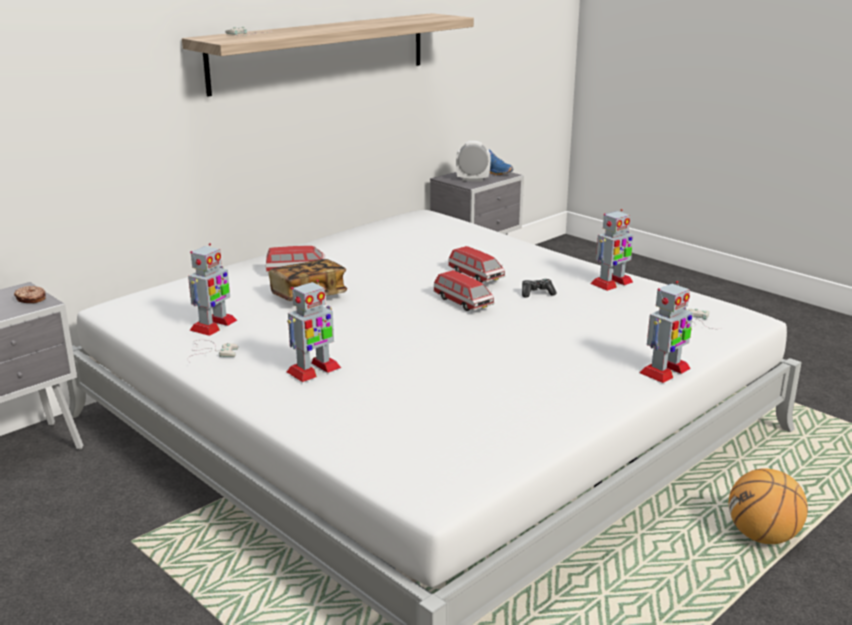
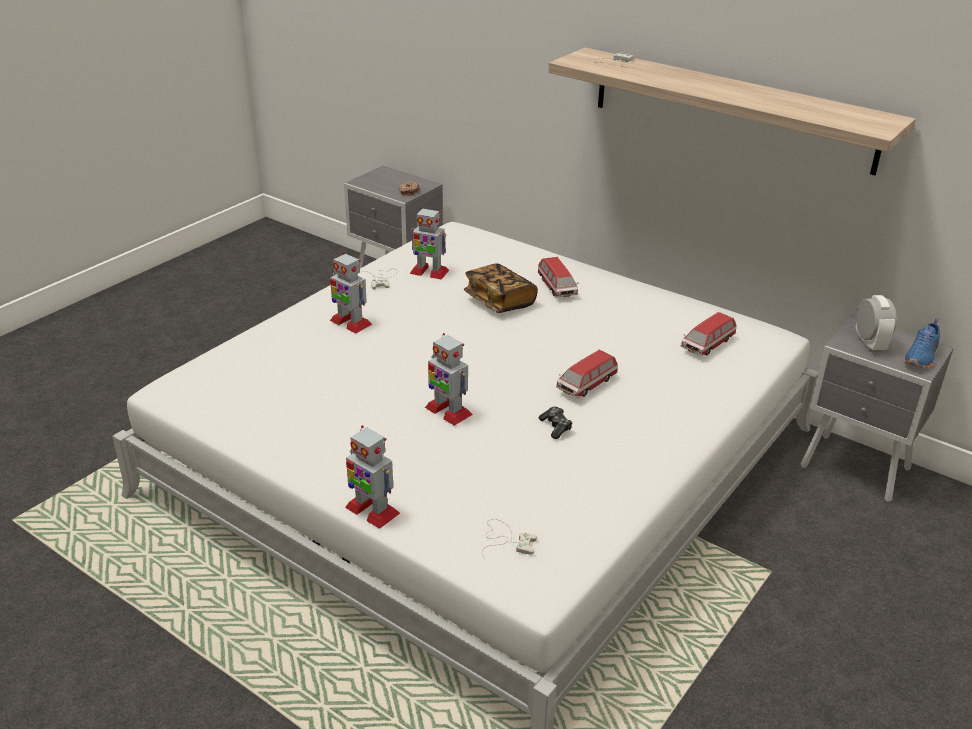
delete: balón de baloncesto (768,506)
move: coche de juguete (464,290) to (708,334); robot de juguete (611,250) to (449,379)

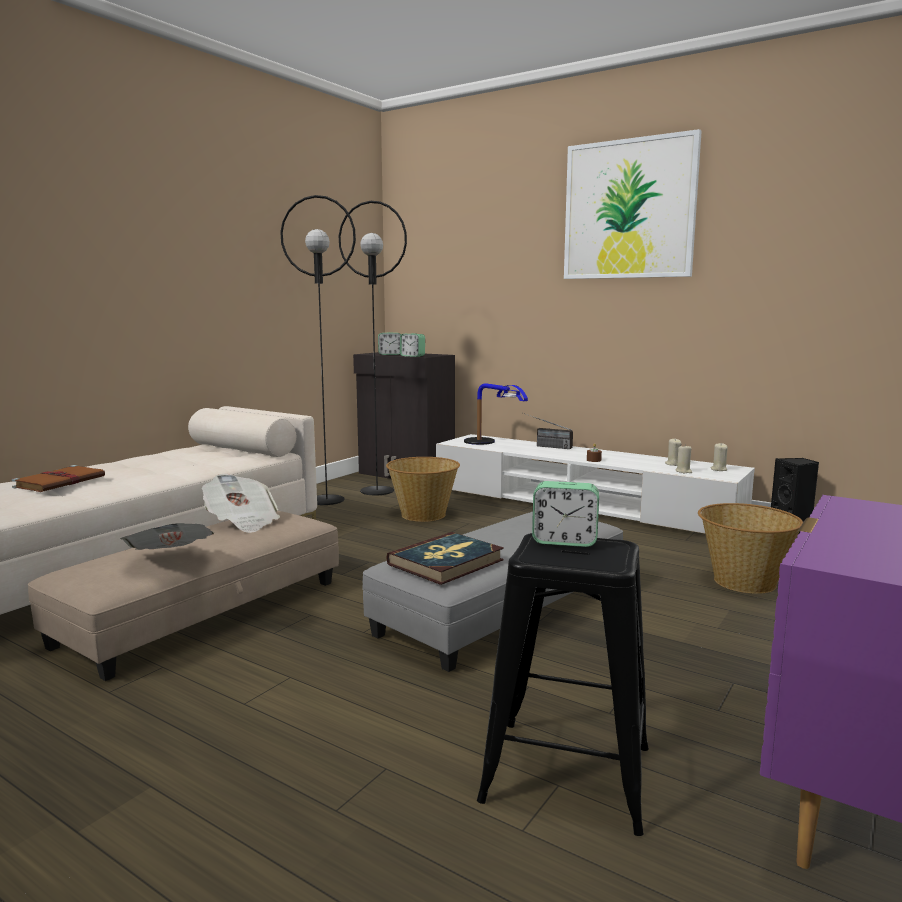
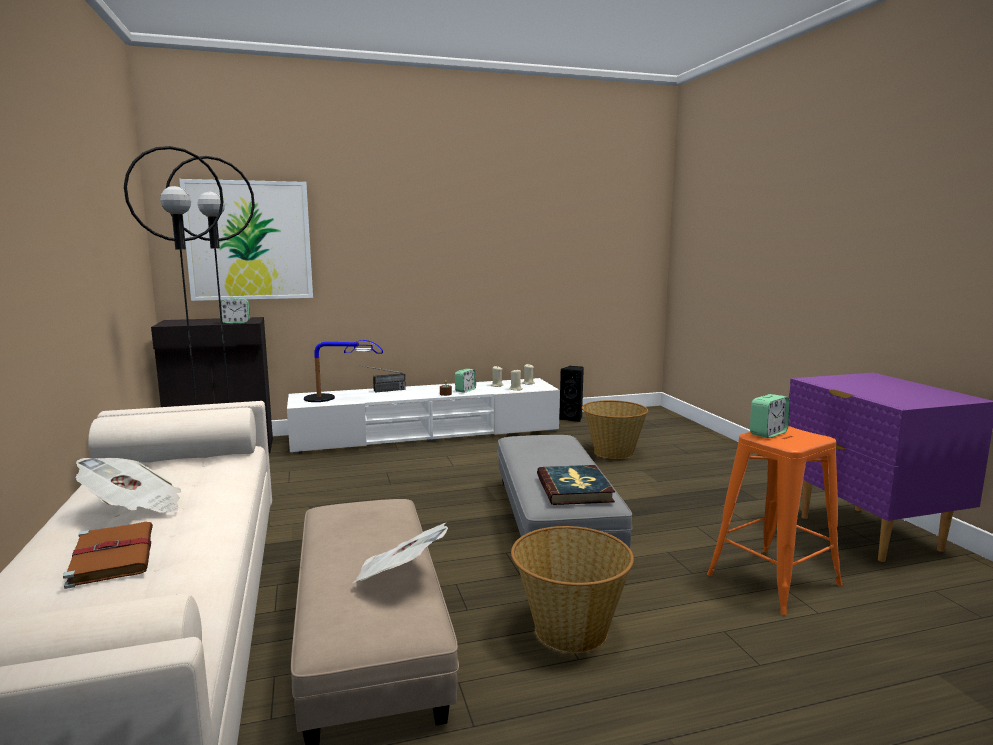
move: periódico (241,503) to (128,486); despertador (389,343) to (465,381); cesta (423,489) to (572,589); cuadro (633,204) to (246,240)
recolor: taburete/negro (563,684) to taburete/naranja (775,520)

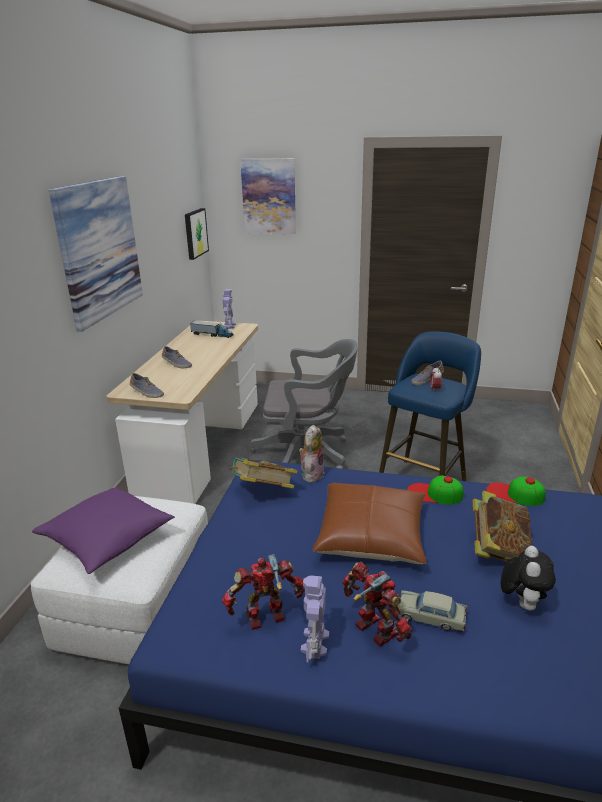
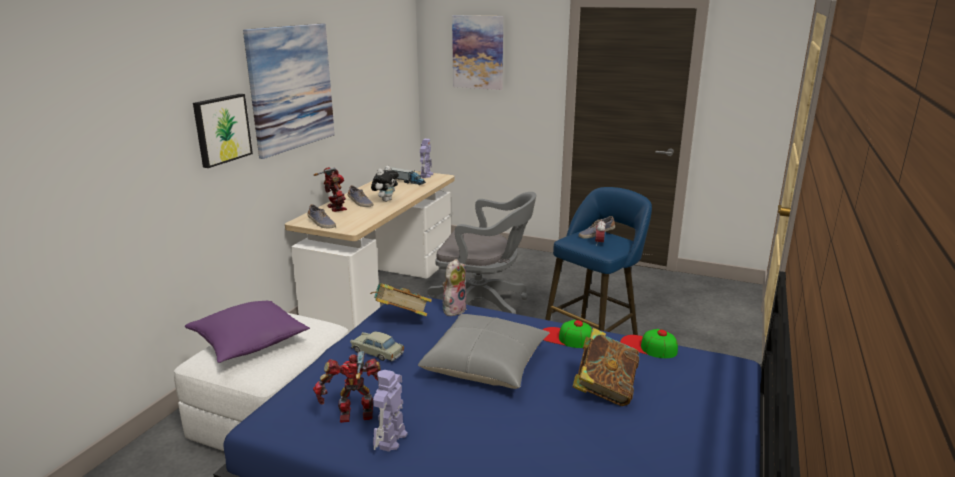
move: cuadro (197,234) to (223,131); robot de juguete (377,603) to (330,189); coche de juguete/beis (433,611) to (377,346); peluche (528,578) to (385,184)
recolor: cojín/marrón (370,523) to cojín/gris (484,351)

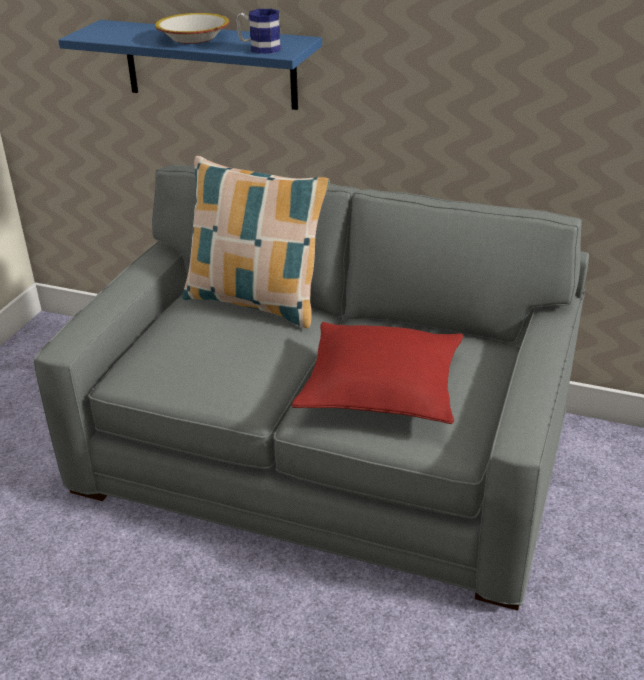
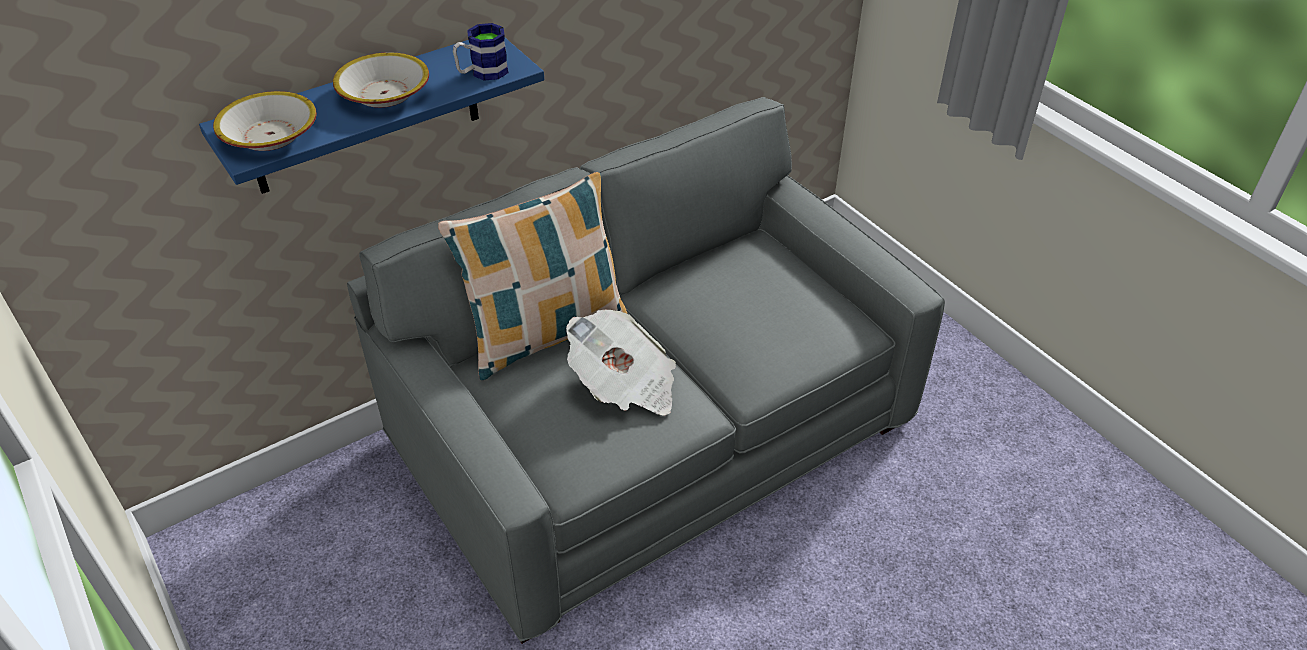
delete: cojín/rojo (377,373)
insert: cuenco (265,121); periódico (621,363)

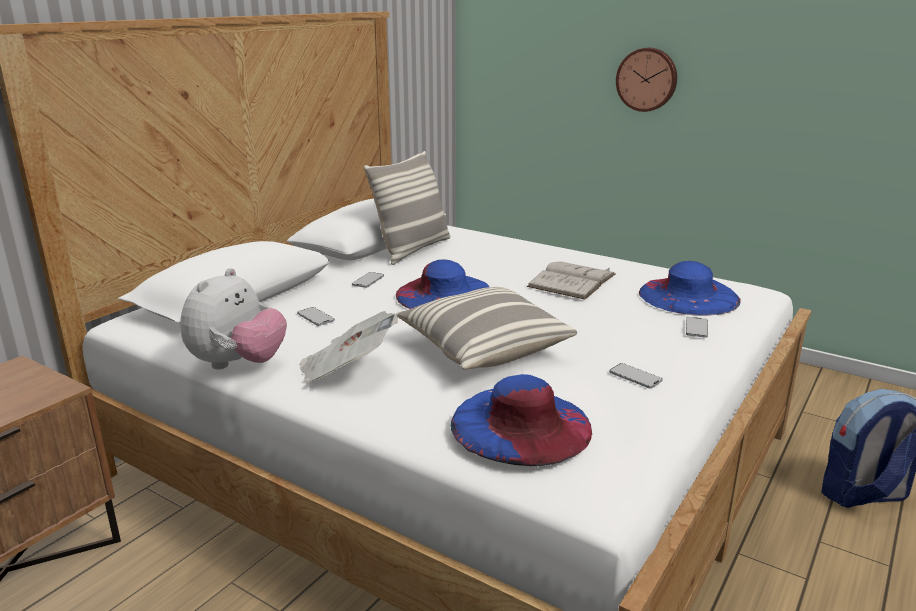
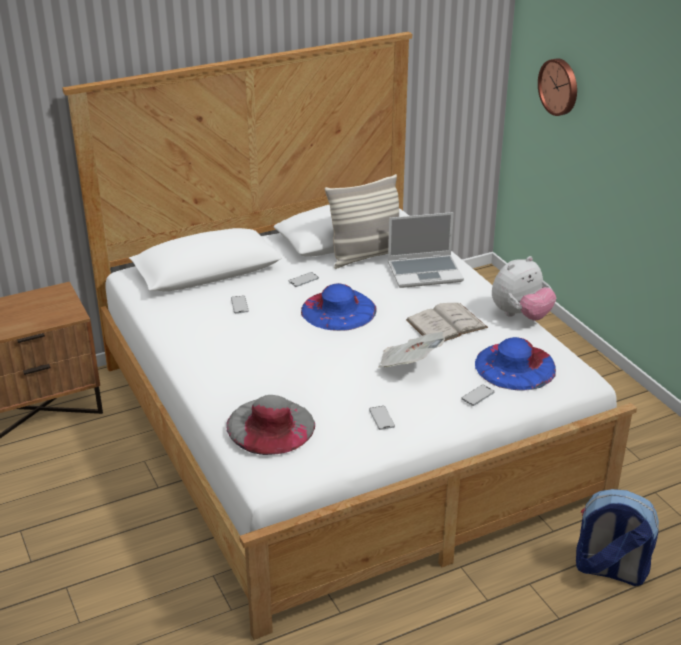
delete: cojín (486,328)
insert: portátil (426,250)
move: peluche (233,319) to (524,288); periódico (348,347) to (411,350); reloj de pared (646,80) to (557,87)
recolor: sombrero/azul (521,420) to sombrero/gris (270,425)

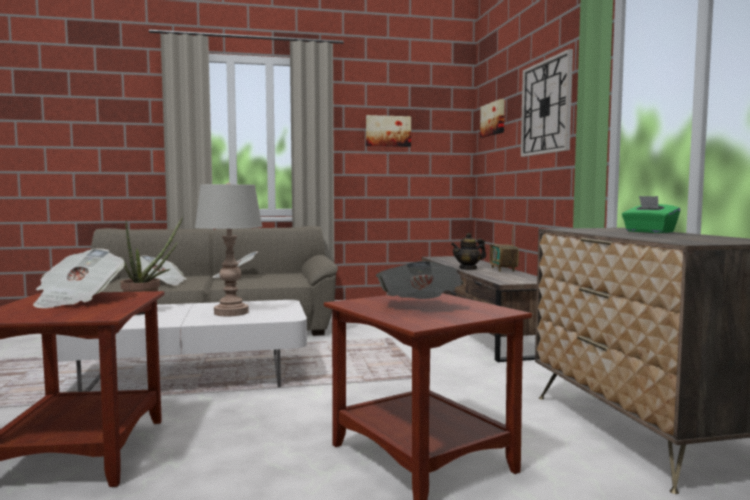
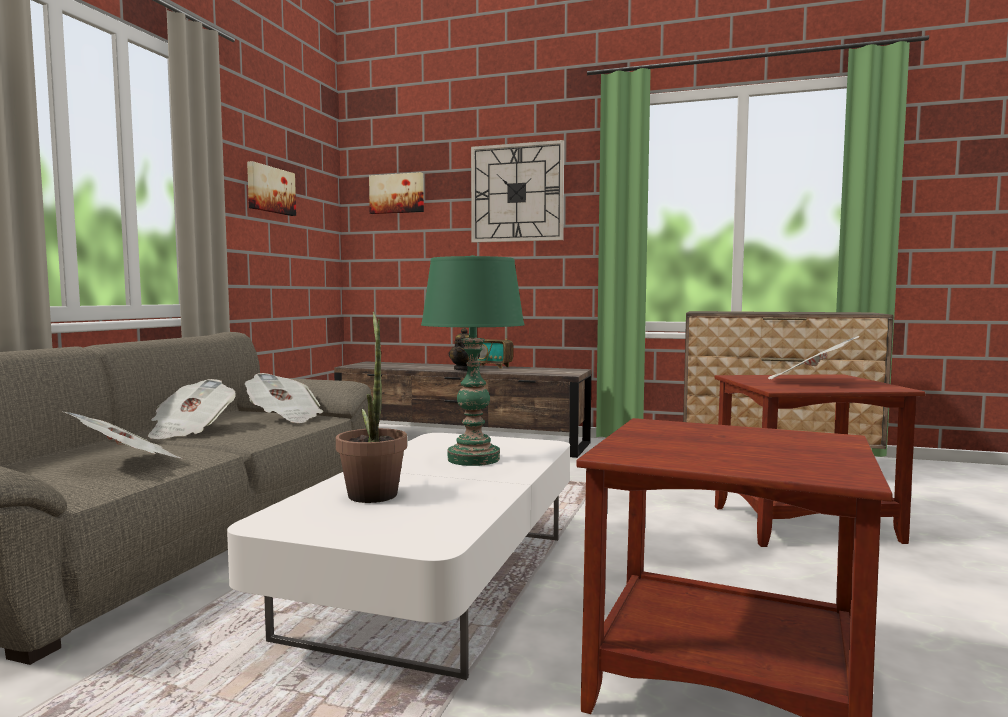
delete: caja de pañuelos/verde (651,214)
move: periódico (79,278) to (284,398)
recolor: lámpara de mesa/gris (229,249) to lámpara de mesa/verde (473,360)

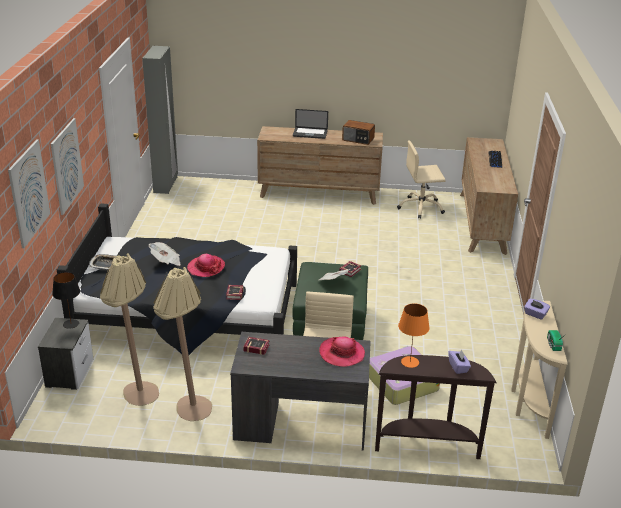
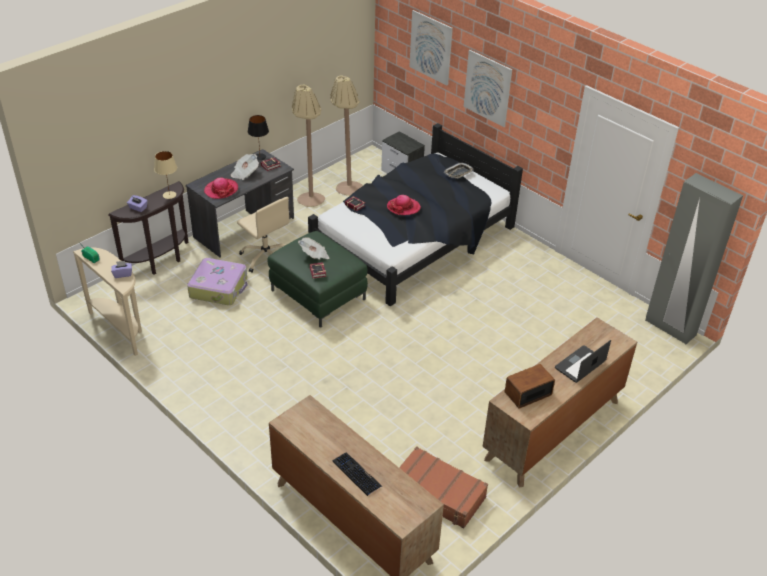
move: lámpara de mesa/negro (66,300) to (258,137); periódico (164,254) to (245,167)
replace: silla de oficina/beis (421,179) to maleta/marrón (443,487)
recolor: lámpara de mesa/naranja (414,335) to lámpara de mesa/beis (165,175)

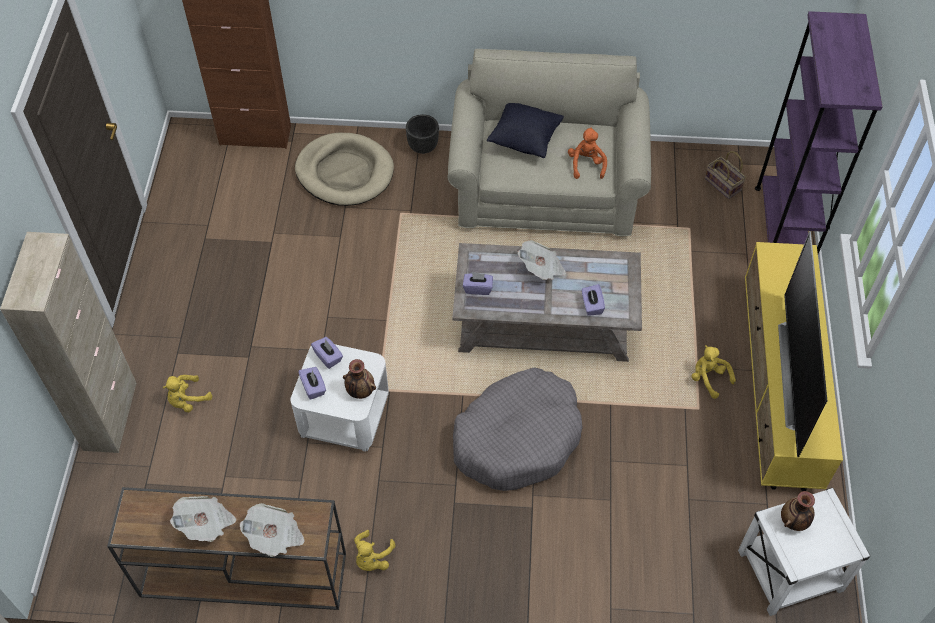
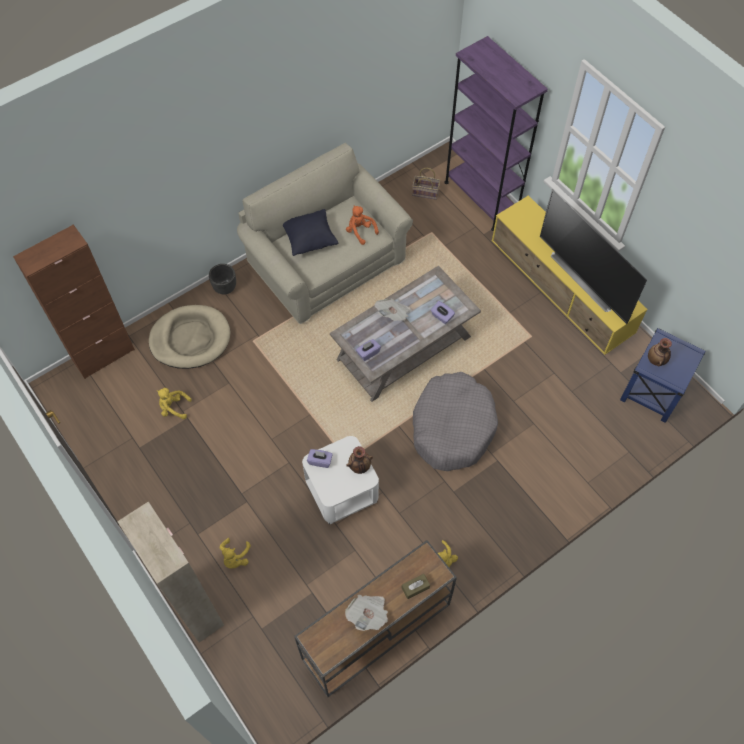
delete: caja de pañuelos/morado (312,383)
move: peluche/amarillo (714,372) to (174,403)
replace: periódico (272,530) to caja de pañuelos/marrón (416,586)
recolor: mesa auxiliar/blanco (804,552) to mesa auxiliar/azul (663,375)

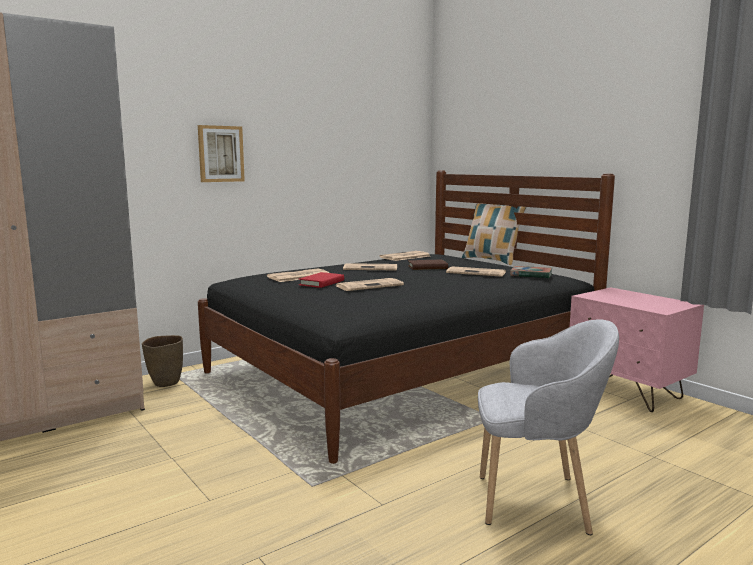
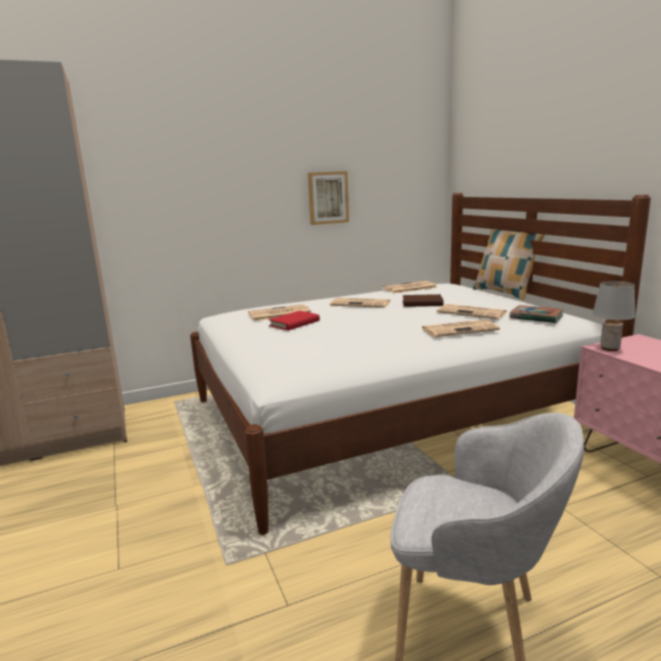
delete: florero/marrón (162,361)
insert: lámpara de mesa/gris (614,316)
move: cuadro (221,153) to (328,198); periódico (370,284) to (460,328)
recolor: cama/negro (406,317) to cama/blanco (420,364)

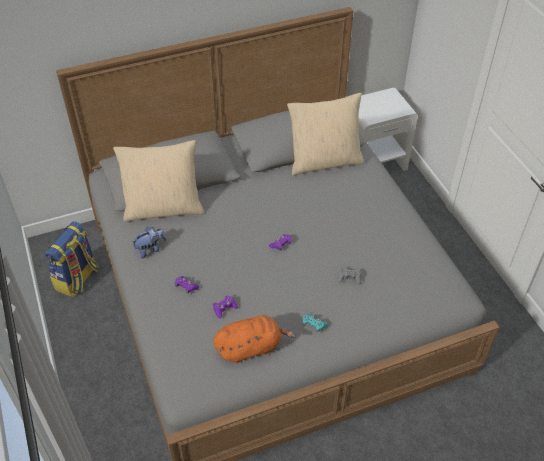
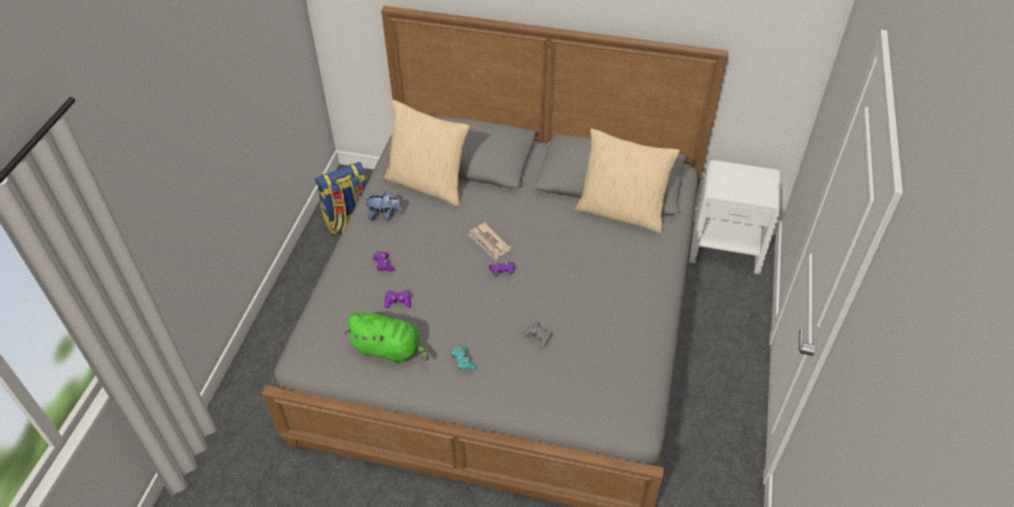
insert: periódico (490,241)
recolor: peluche/naranja (254,339) to peluche/verde (386,338)

